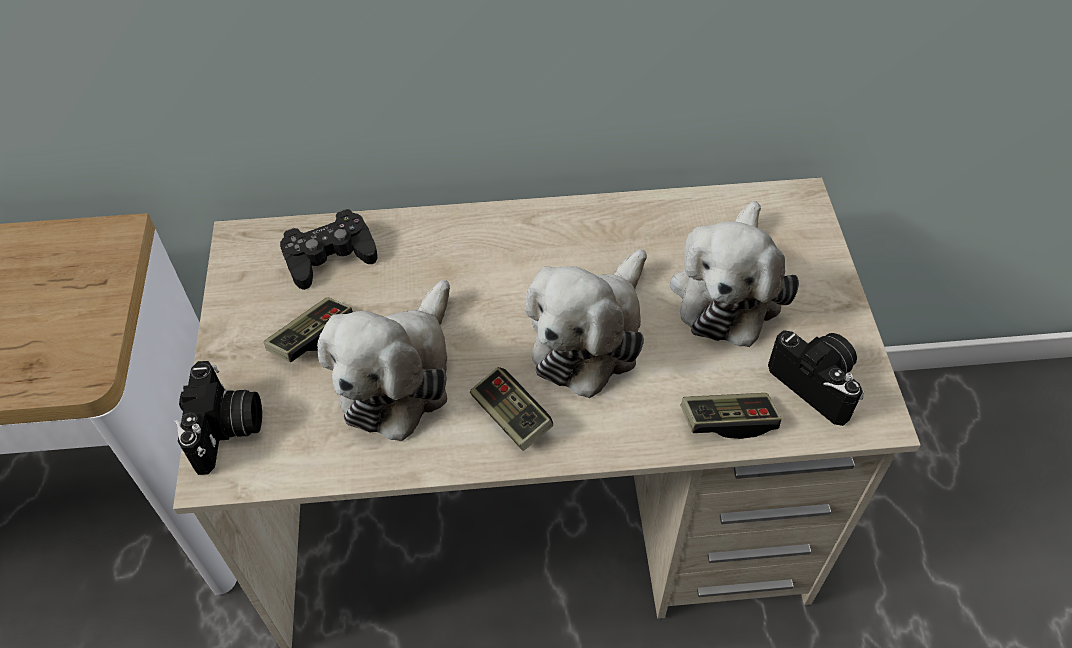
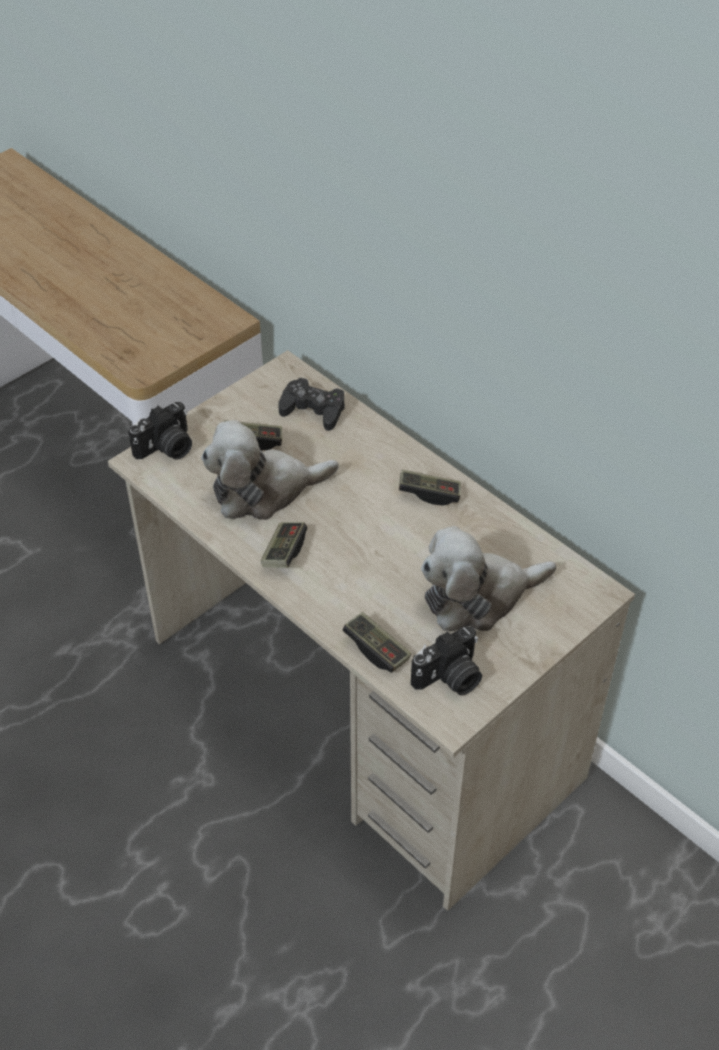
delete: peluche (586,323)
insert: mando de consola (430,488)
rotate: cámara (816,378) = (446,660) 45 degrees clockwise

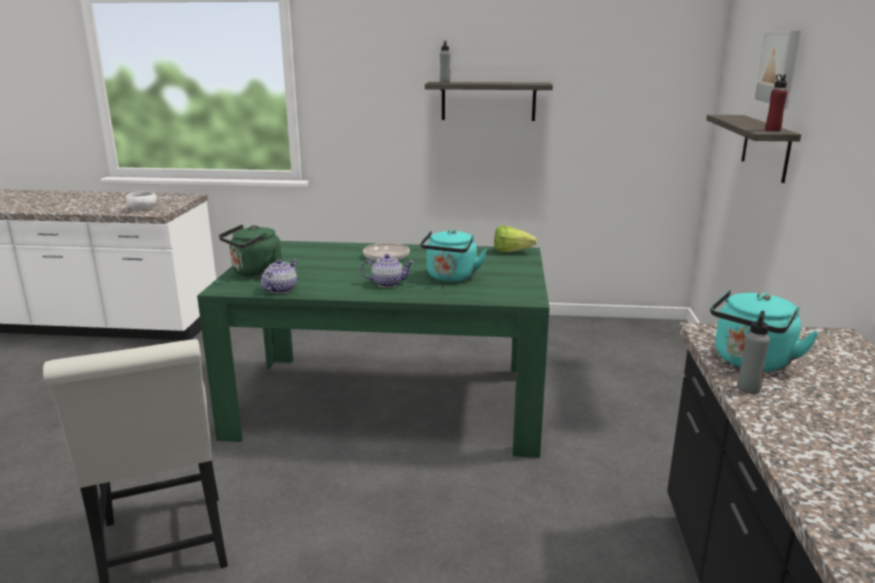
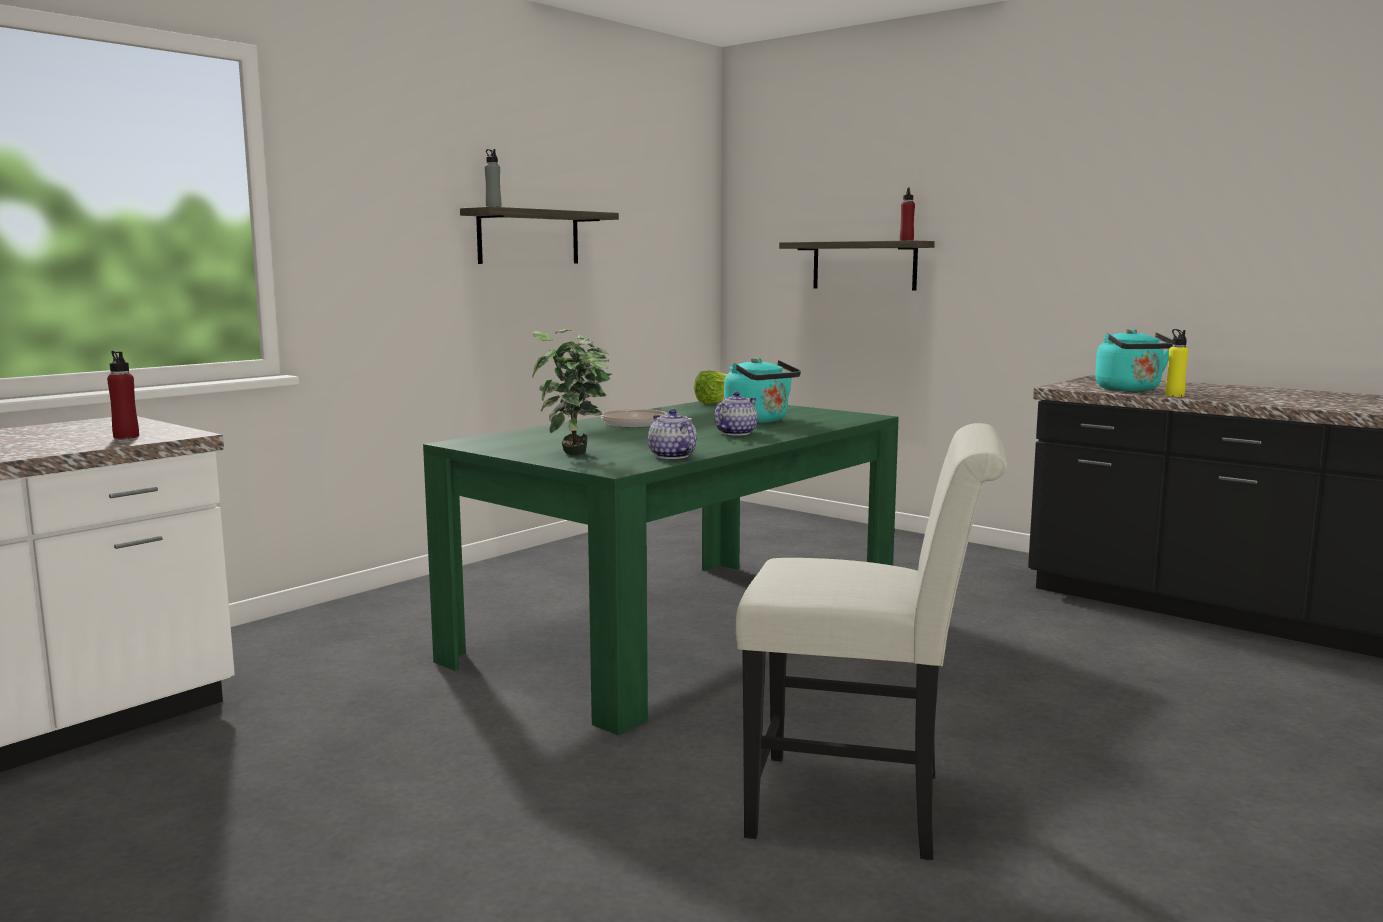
delete: cuadro (777,70)
replace: cuenco/blanco (141,200) to botella/rojo (123,394); hervidor/verde (250,250) to planta en maceta (571,392)
recolor: botella/gris (753,352) to botella/amarillo (1177,363)

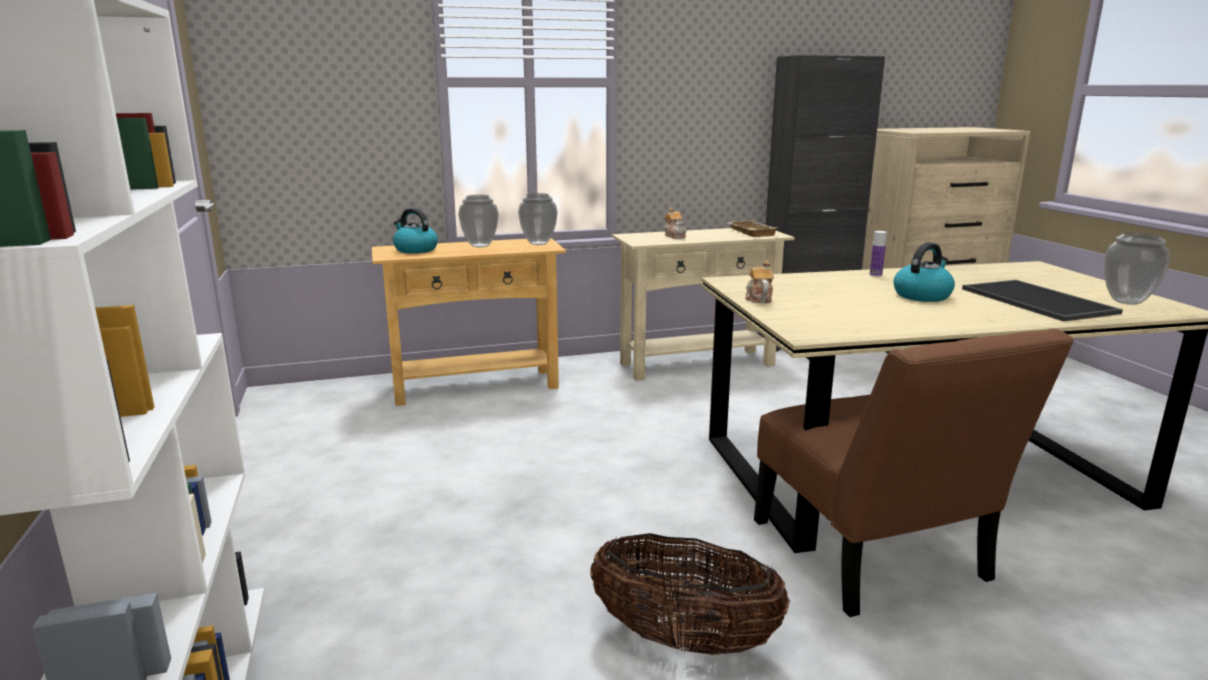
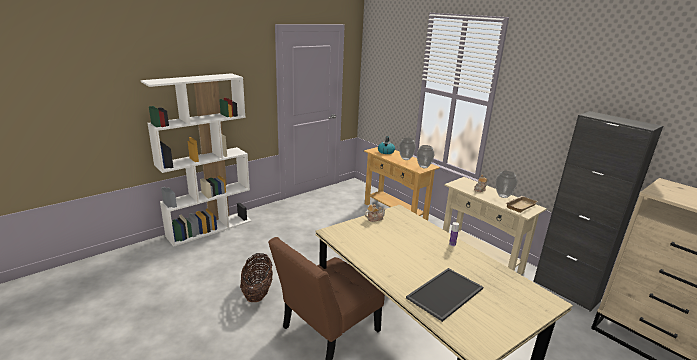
delete: hervidor (924,272)
move: florero (1137,268) to (506,184)

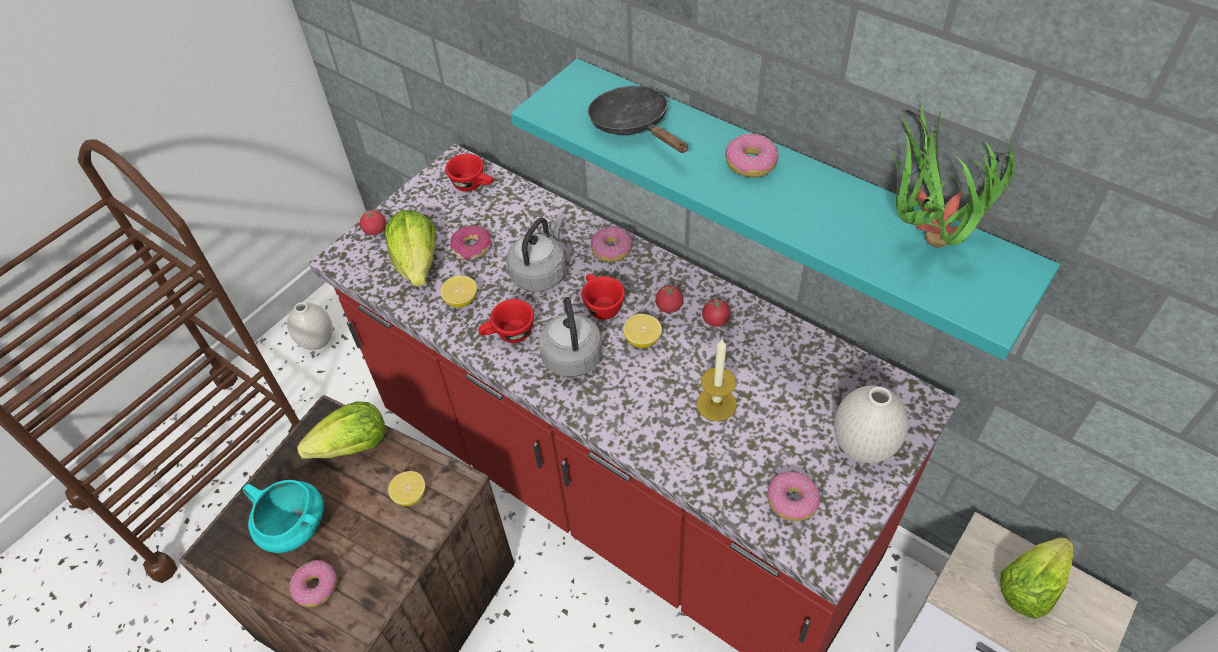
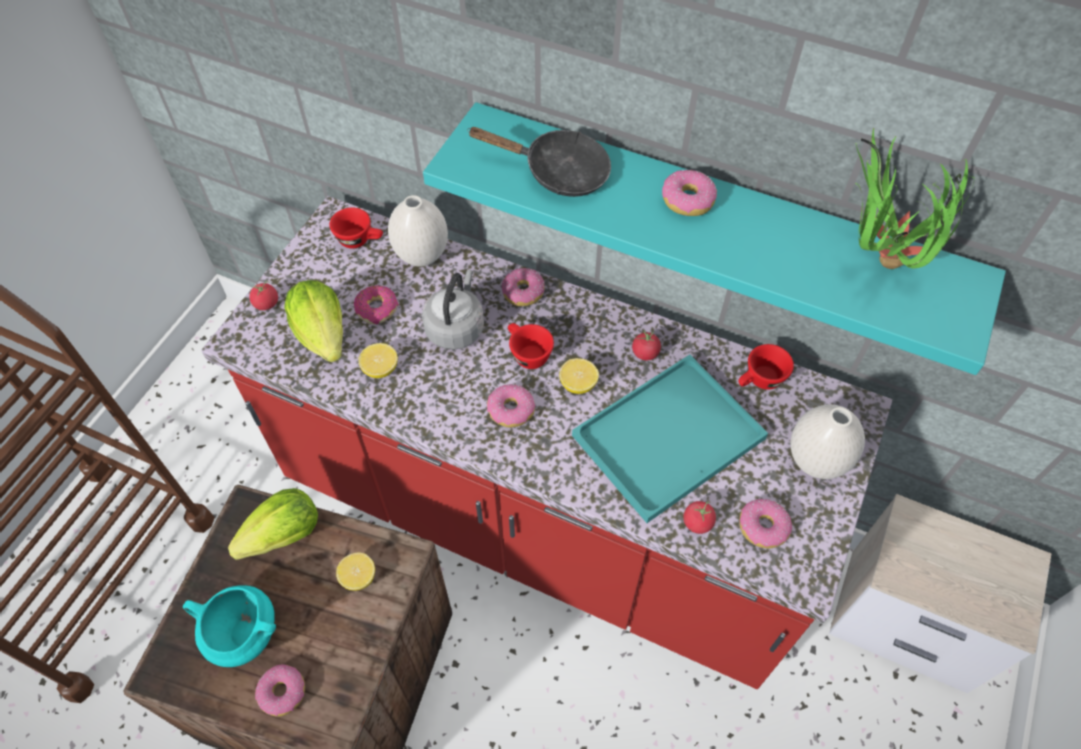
delete: lechuga (1037,578)
move: florero/blanco (310,326) to (418,231); taza/rojo (506,321) to (766,367); tomate (669,298) to (699,517)
replace: hervidor/gris (570,335) to rosquilla (511,406); vela (716,379) to bandeja/turquesa (670,438)
rotate: sartén/negro (638,119) = (539,162) 150 degrees clockwise

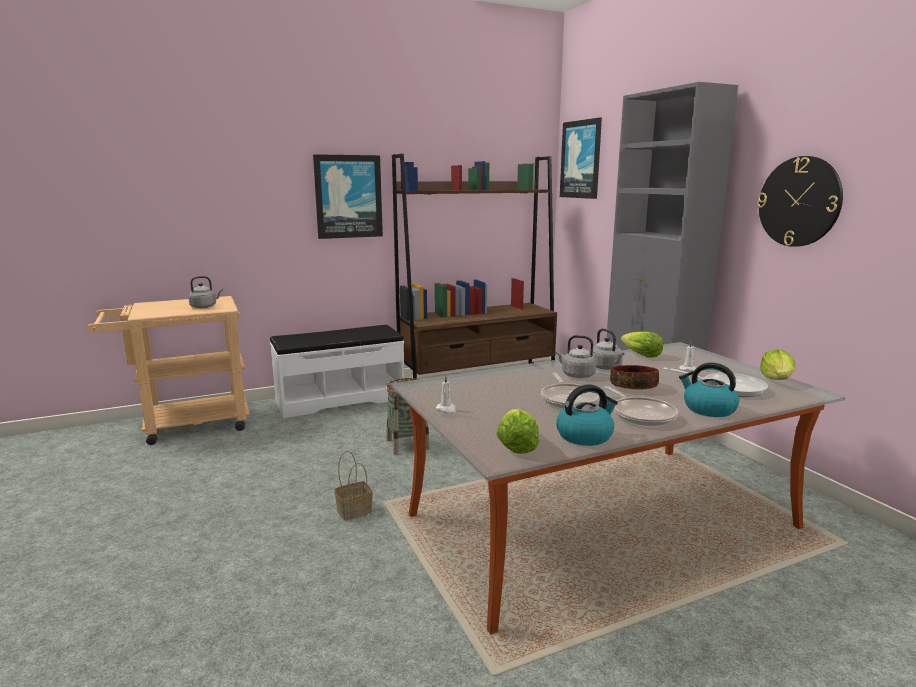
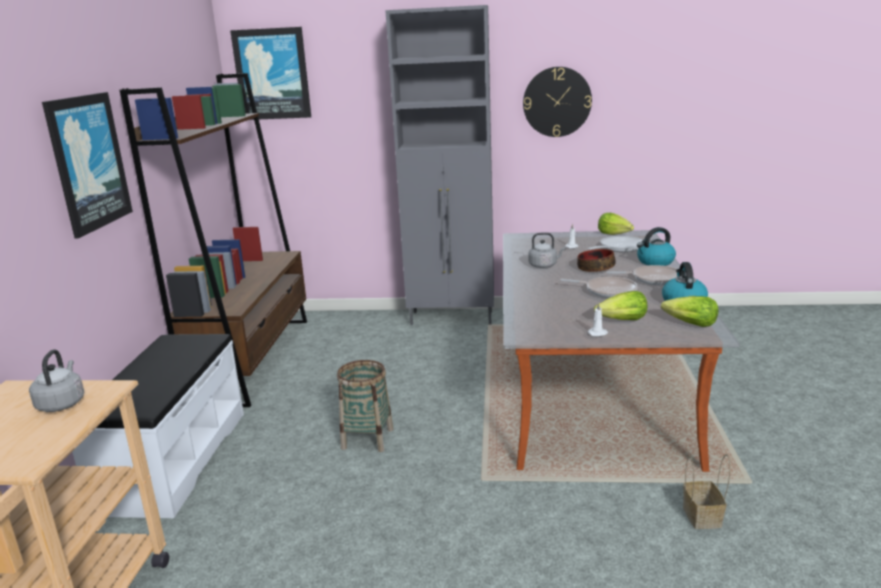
delete: hervidor/gris (575,356)
move: cesta (353,485) to (707,491); lechuga (642,344) to (620,305)

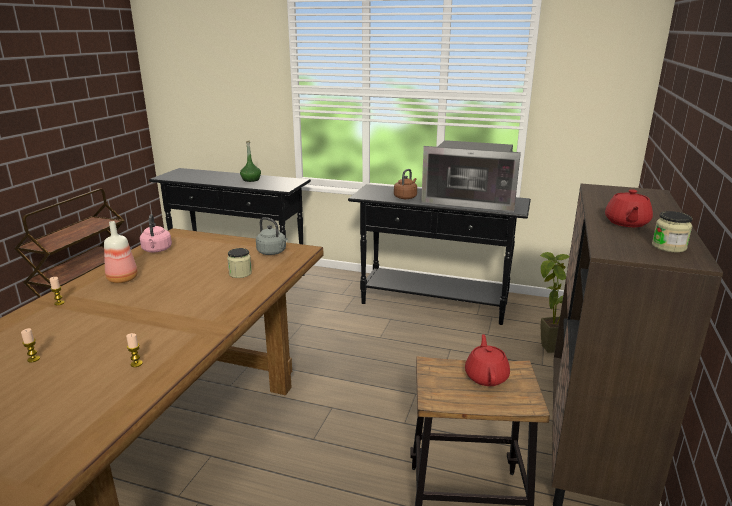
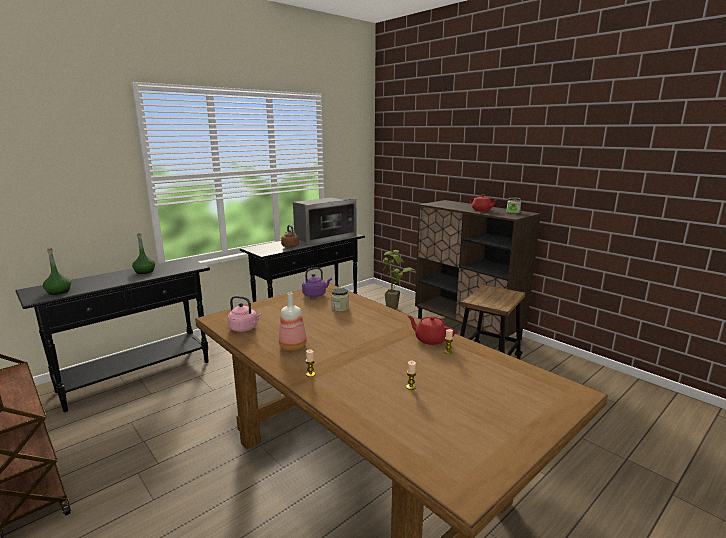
insert: botella/verde (57,271)
move: tetera/rojo (487,360) to (431,330)
recolor: hervidor/gris (272,236) to hervidor/morado (317,282)

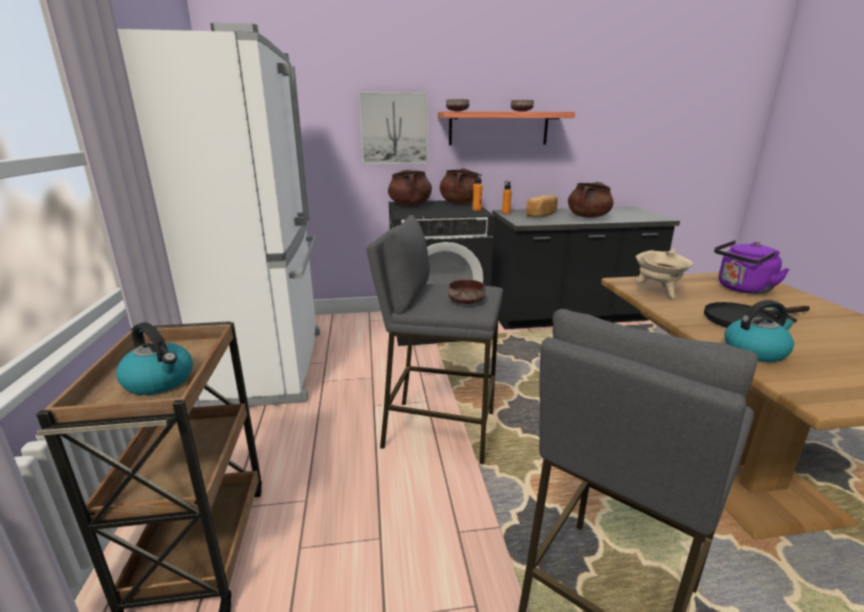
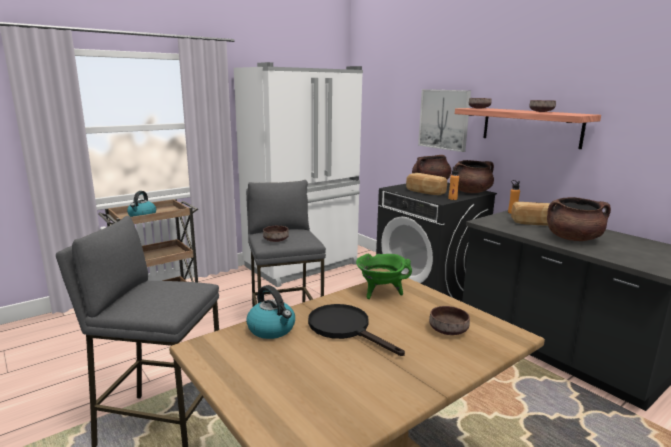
insert: pan (426,184)
replace: hervidor/morado (752,267) to cuenco/marrón (449,320)
recolor: olla/beis (664,273) to olla/verde (384,276)

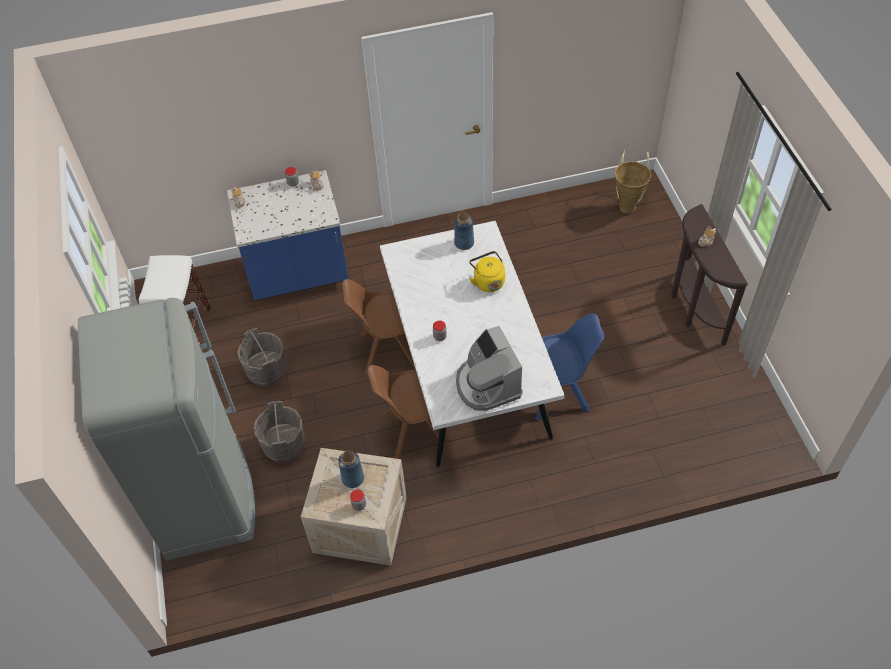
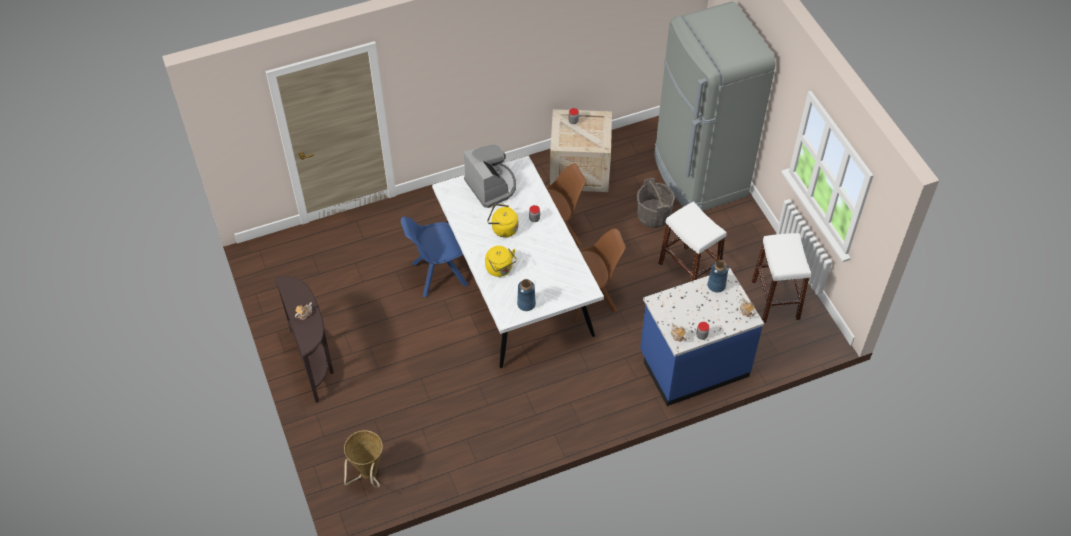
insert: hervidor/amarillo (502,220)
move: florero/azul (351,469) to (718,276)
replace: cubo/gris (261,357) to taburete/blanco (692,241)

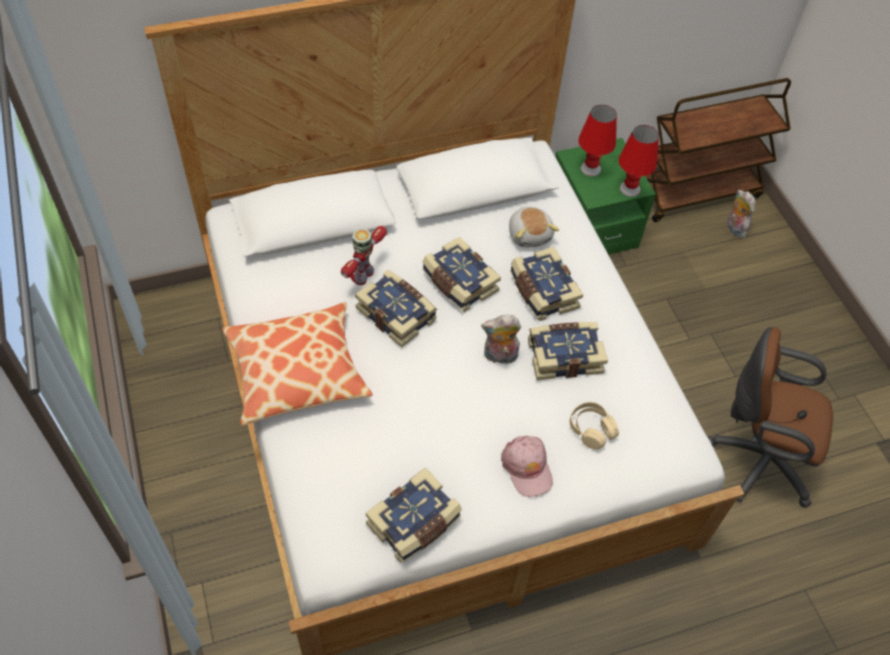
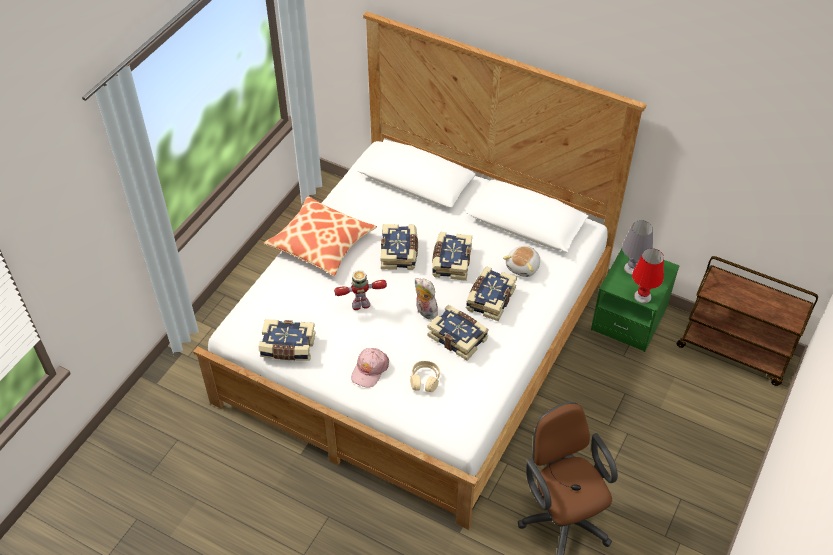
delete: peluche (741,213)
move: robot de juguete (364,255) to (360,290)
recolor: lámpara de mesa/rojo (597,140) to lámpara de mesa/gris (637,247)

